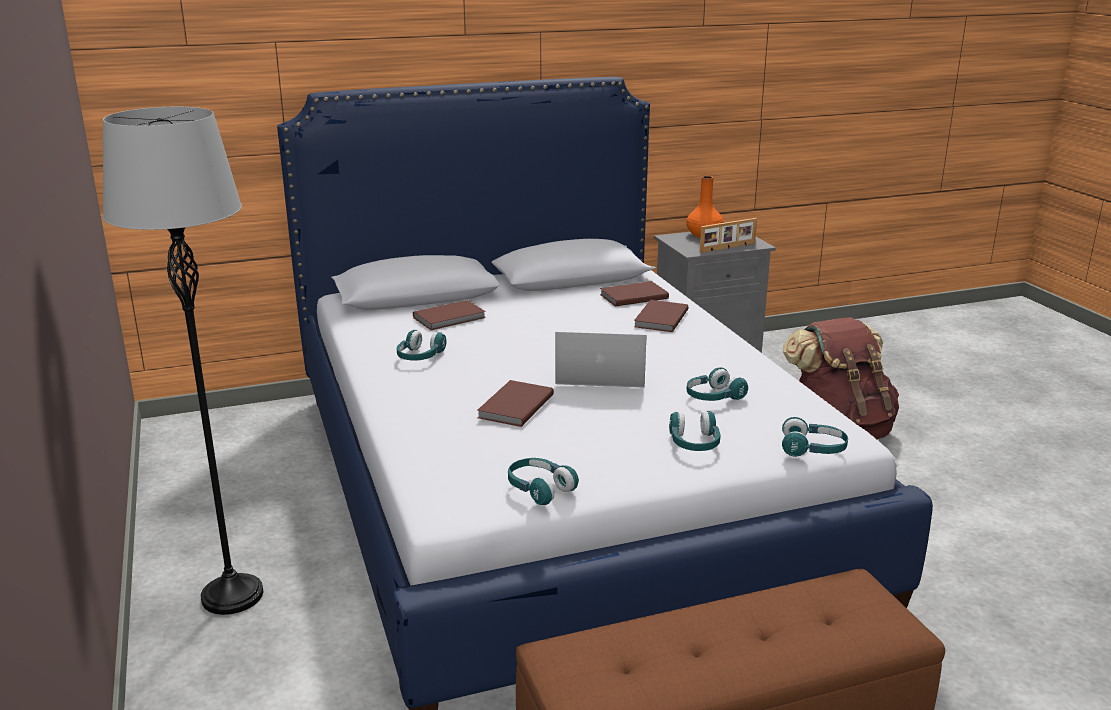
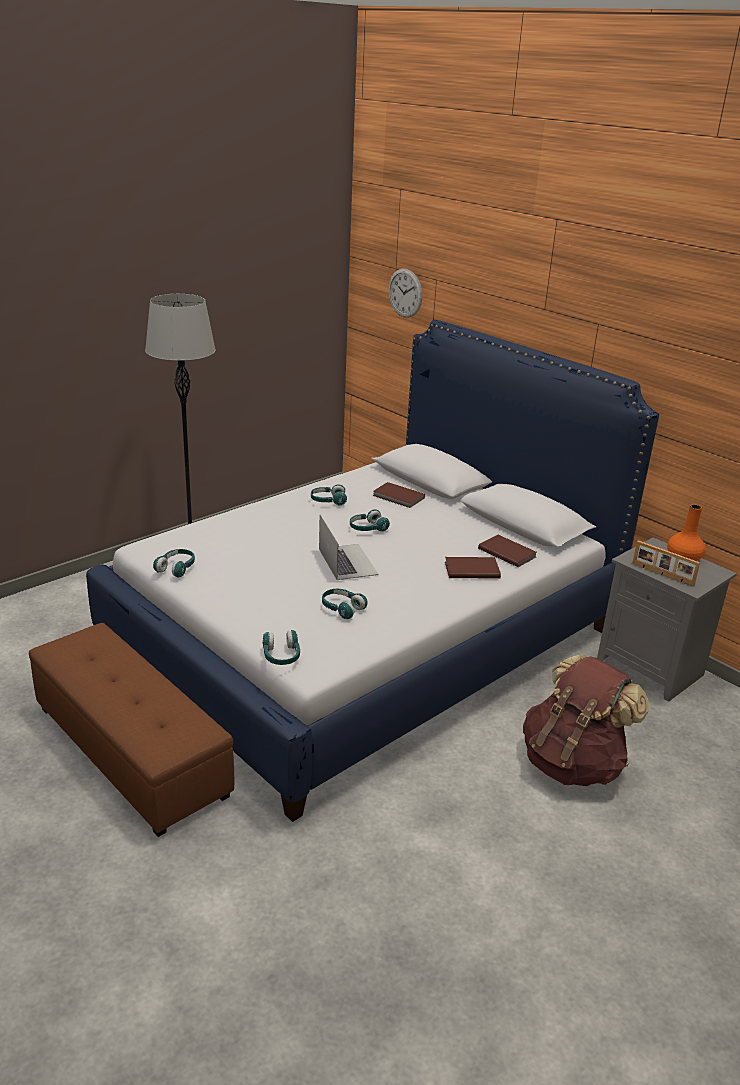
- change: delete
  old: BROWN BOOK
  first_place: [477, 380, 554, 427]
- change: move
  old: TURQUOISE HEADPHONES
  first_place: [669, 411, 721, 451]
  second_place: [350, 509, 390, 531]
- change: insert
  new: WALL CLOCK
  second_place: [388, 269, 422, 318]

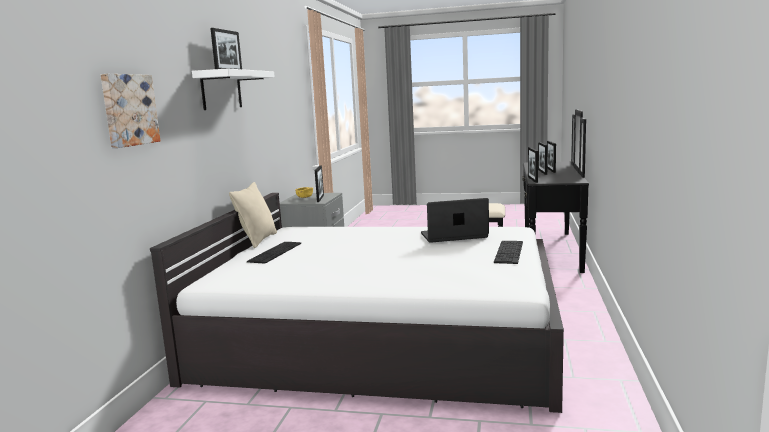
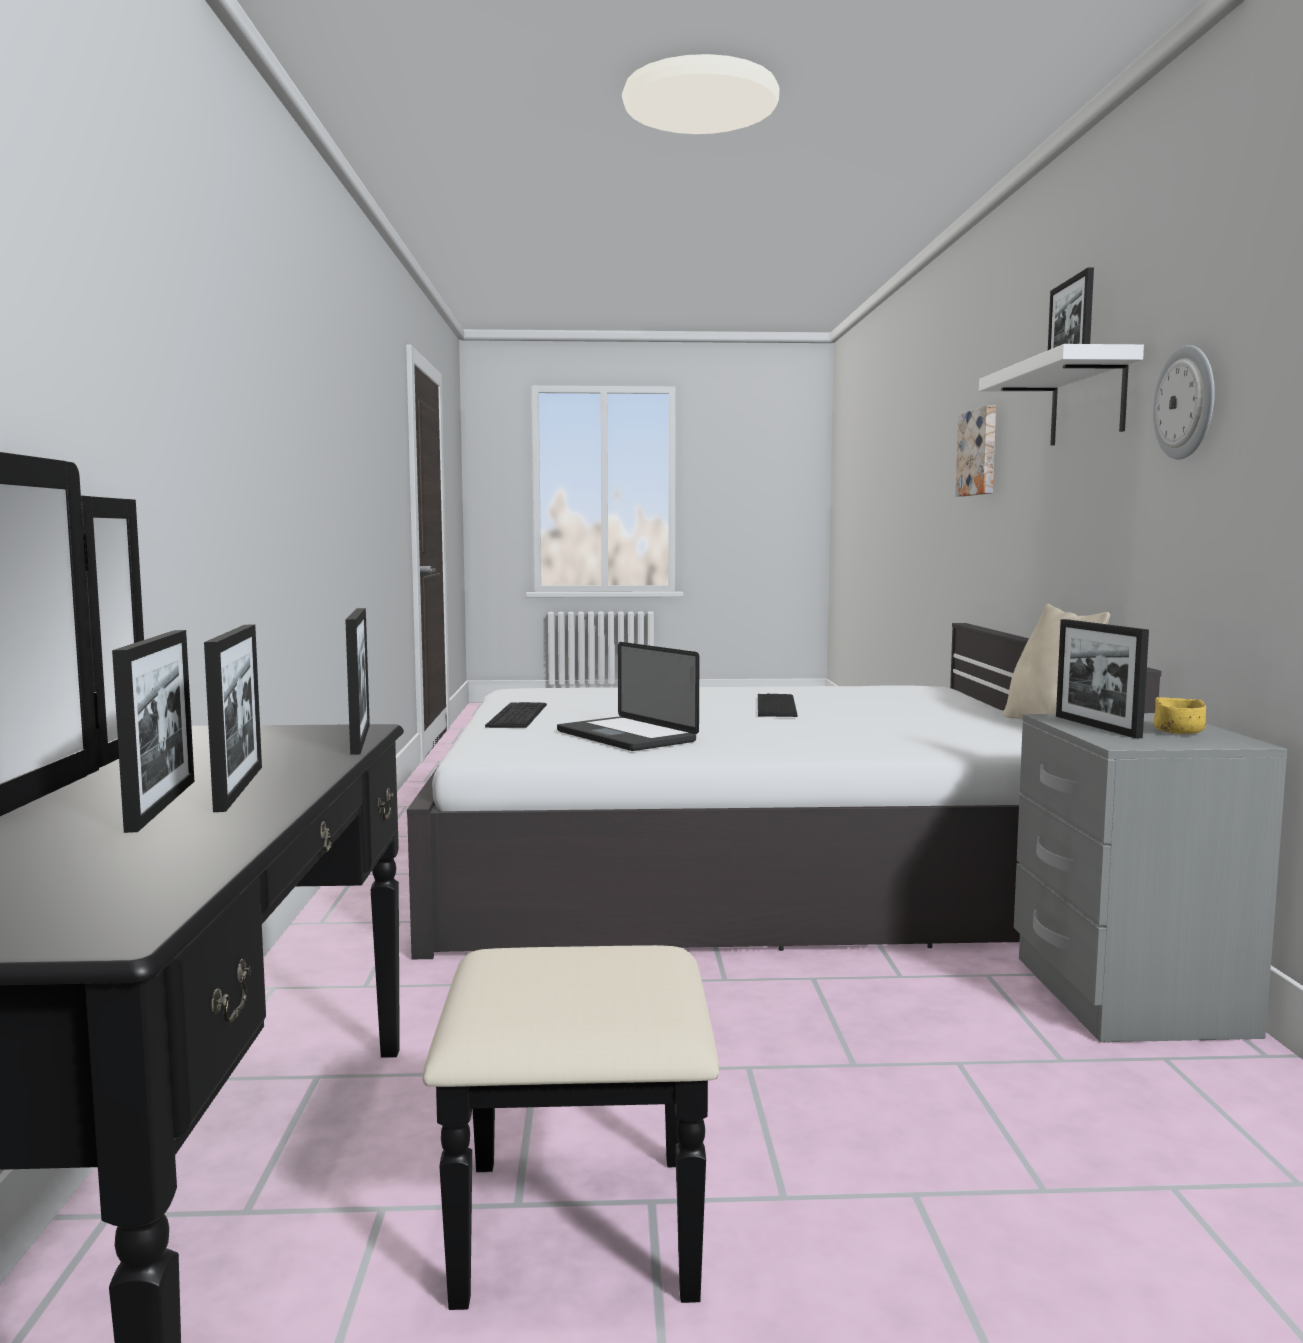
- change: rotate
  old: LAPTOP
  first_place: [421, 198, 489, 243]
  second_place: [557, 642, 700, 751]
  degrees: 75
- change: move
  old: KEYBOARD
  first_place: [247, 242, 301, 264]
  second_place: [758, 694, 798, 717]
- change: insert
  new: WALL CLOCK
  second_place: [1153, 345, 1215, 459]

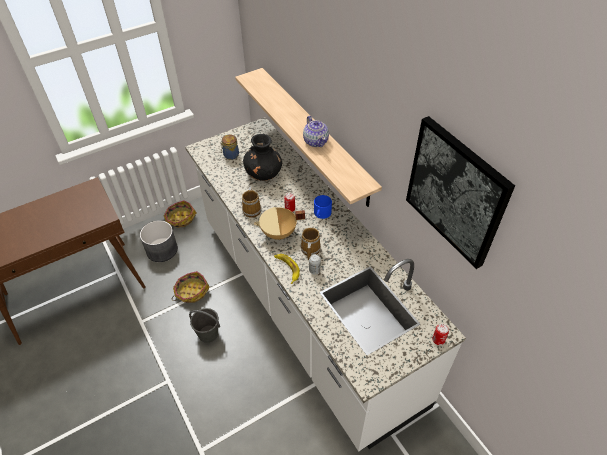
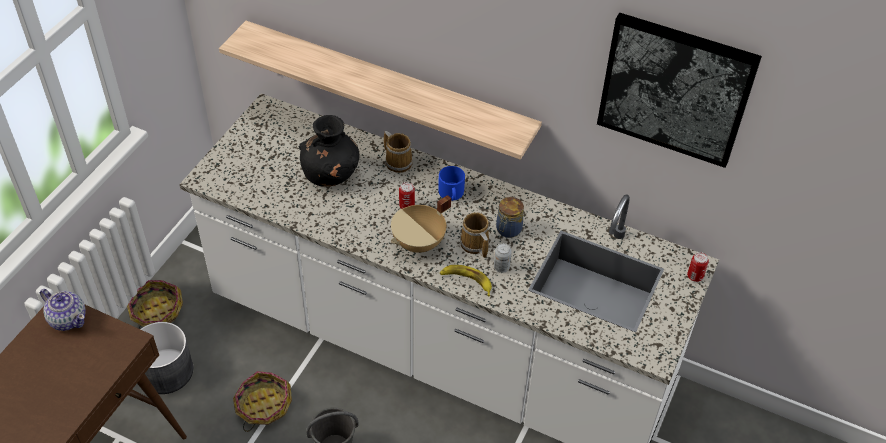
- change: move
  old: TEAPOT
  first_place: [303, 116, 329, 147]
  second_place: [40, 289, 86, 331]
- change: move
  old: JAR
  first_place: [221, 135, 239, 160]
  second_place: [496, 197, 524, 238]
- change: move
  old: MUG
  first_place: [242, 186, 261, 218]
  second_place: [384, 131, 413, 173]

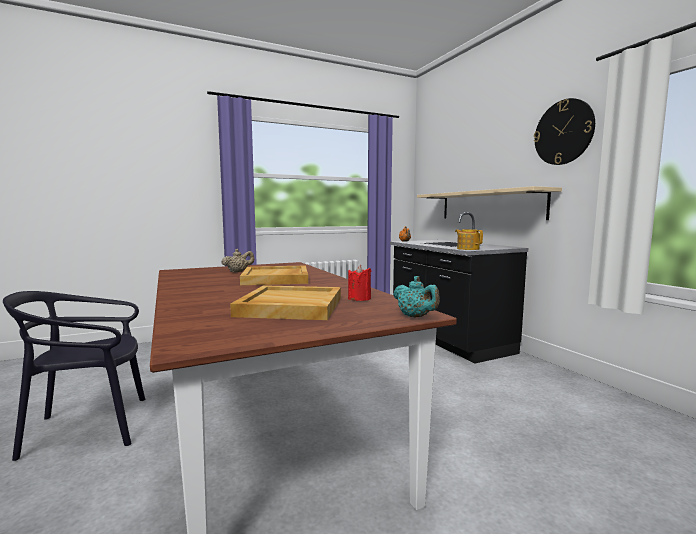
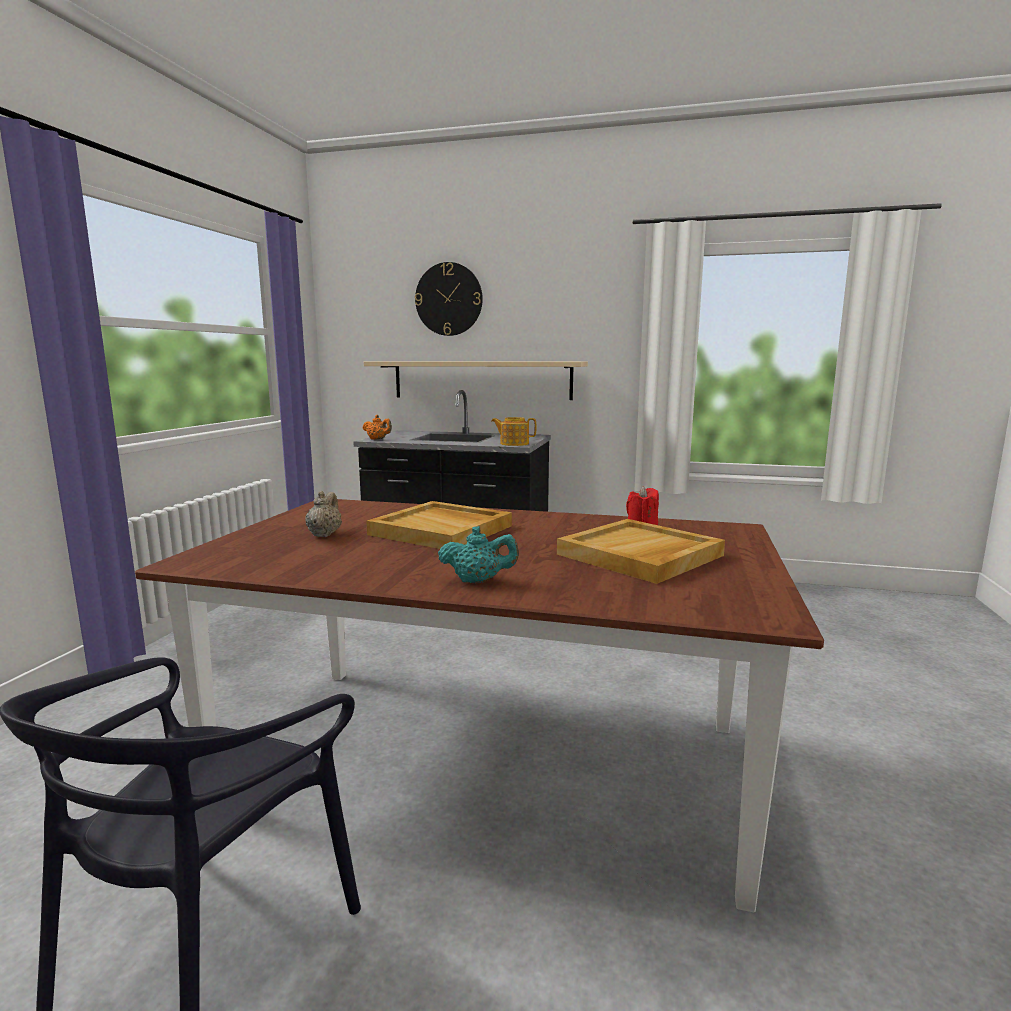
- change: move
  old: WALL CLOCK
  first_place: [534, 98, 595, 165]
  second_place: [415, 262, 483, 336]
- change: move
  old: TURQUOISE TEAPOT
  first_place: [393, 276, 440, 318]
  second_place: [438, 526, 519, 583]

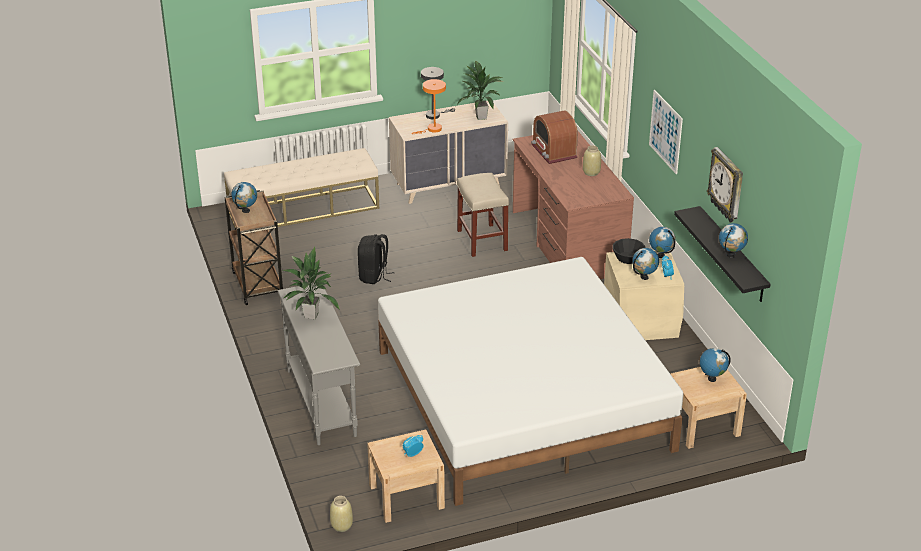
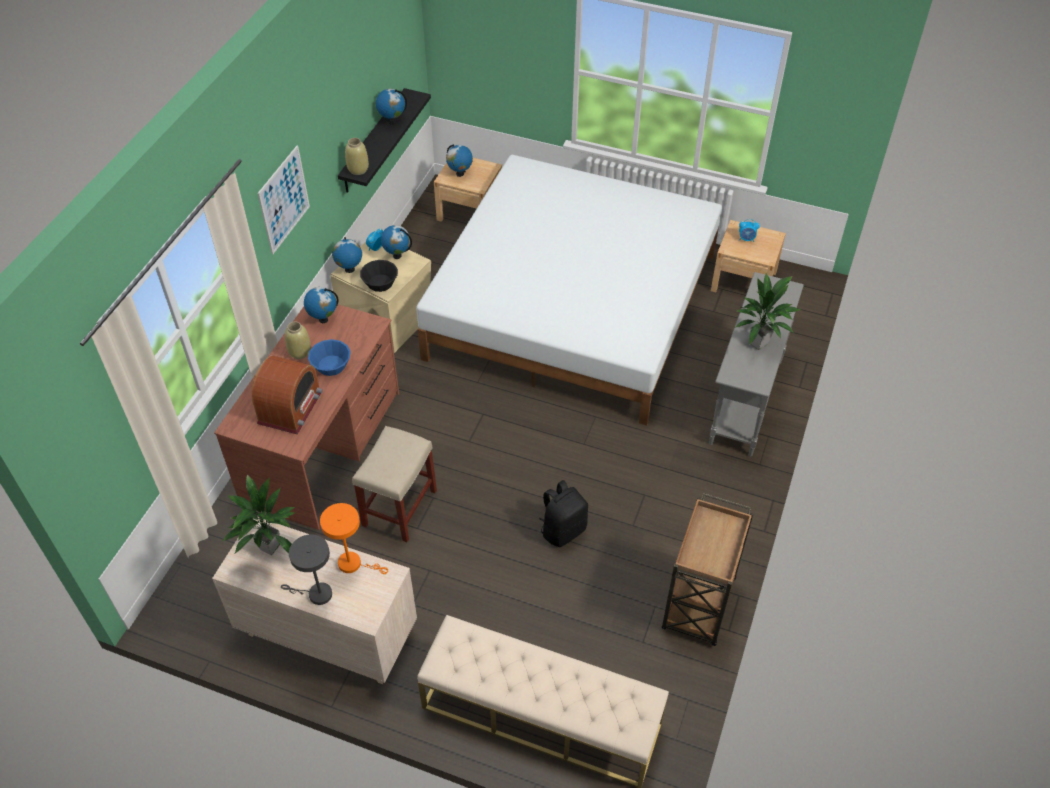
- change: delete
  old: WALL CLOCK
  first_place: [707, 147, 743, 222]
- change: move
  old: GLOBE
  first_place: [231, 182, 257, 213]
  second_place: [304, 287, 338, 323]
- change: move
  old: BEIGE VASE
  first_place: [330, 496, 353, 532]
  second_place: [345, 138, 369, 175]
- change: insert
  new: BLUE BOWL
  second_place: [308, 339, 351, 376]

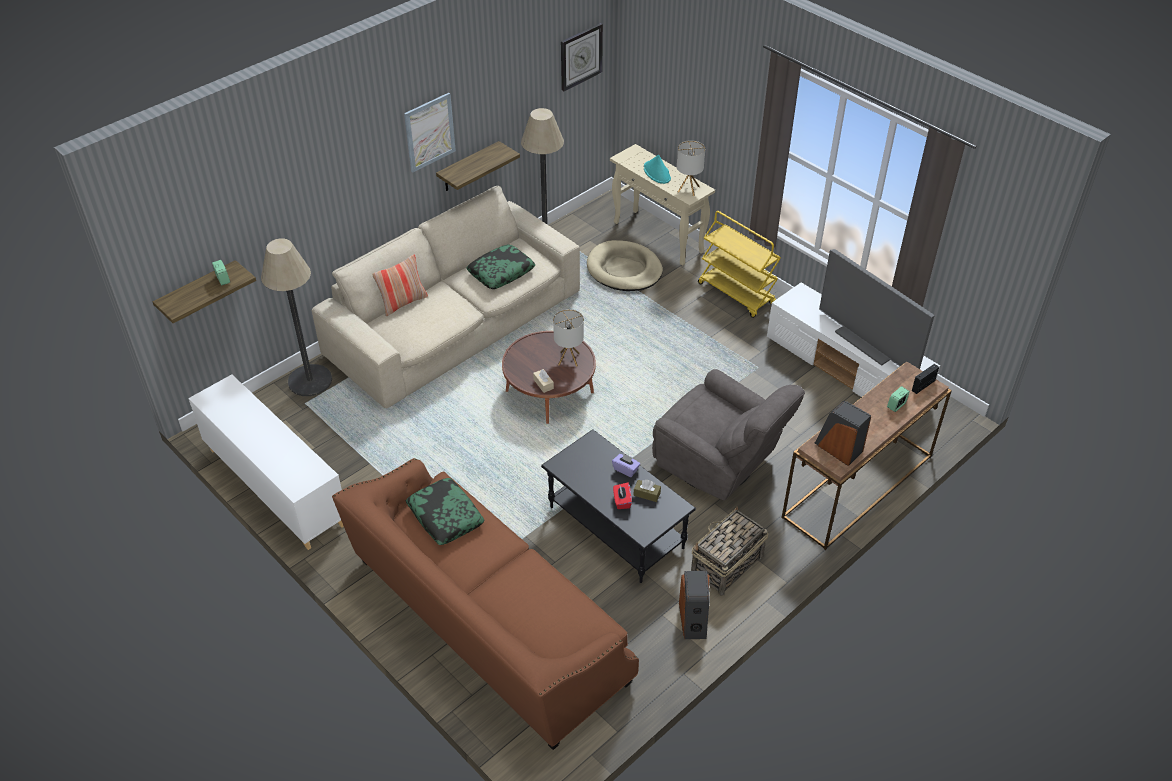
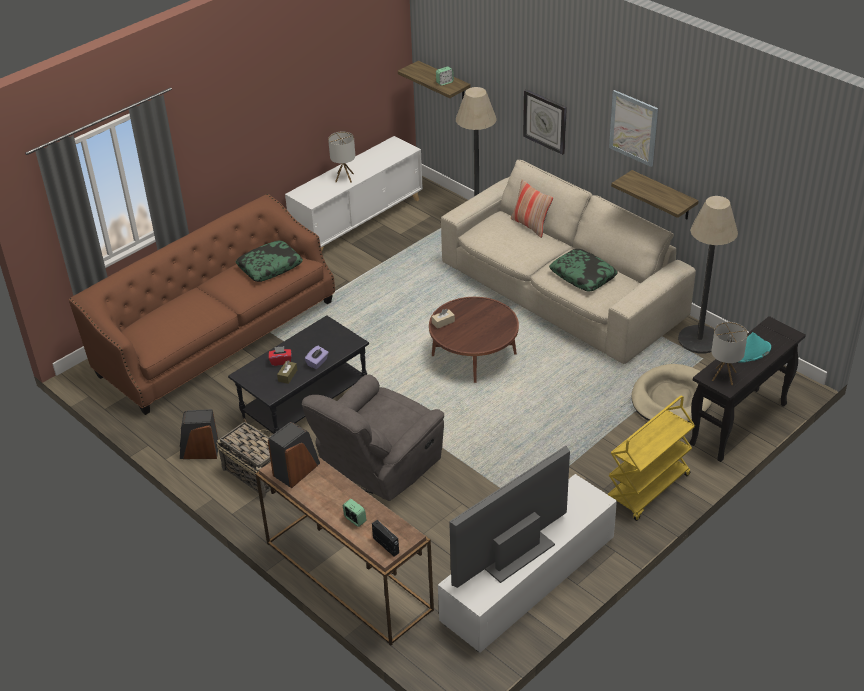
- change: move
  old: WALL CLOCK
  first_place: [561, 23, 603, 91]
  second_place: [523, 89, 567, 155]
- change: recolor
  old: BEIGE CONSOLE TABLE
  new: BLACK CONSOLE TABLE
  first_place: [610, 144, 715, 266]
  second_place: [689, 316, 806, 462]
- change: move
  old: TABLE LAMP
  first_place: [553, 309, 584, 367]
  second_place: [328, 132, 355, 183]

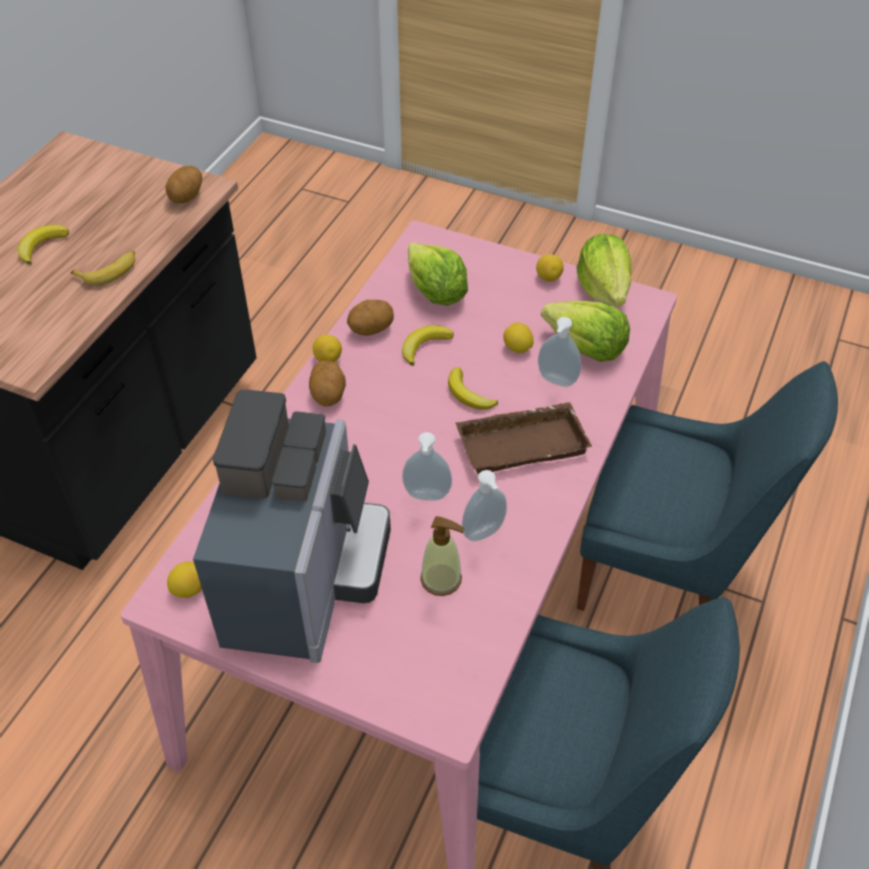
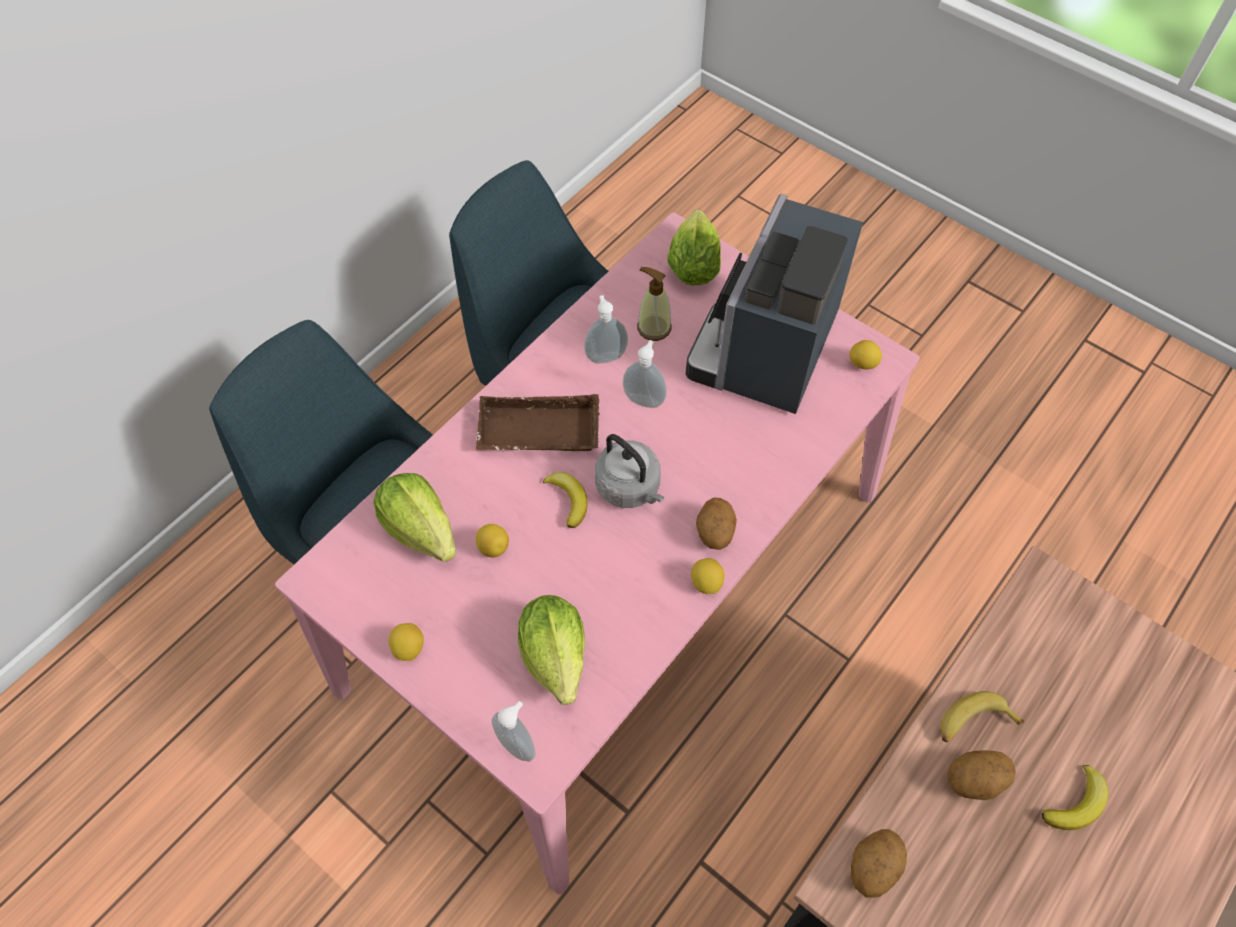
- change: move
  old: LETTUCE
  first_place: [577, 234, 631, 306]
  second_place: [667, 210, 721, 285]
- change: move
  old: POTATO
  first_place: [347, 300, 394, 336]
  second_place: [947, 751, 1016, 800]
- change: move
  old: SOAP DISPENSER
  first_place: [538, 317, 581, 387]
  second_place: [492, 701, 536, 762]
- change: delete
  old: BANANA
  first_place: [402, 325, 453, 366]
- change: insert
  new: GREY KETTLE
  second_place: [595, 434, 664, 508]

